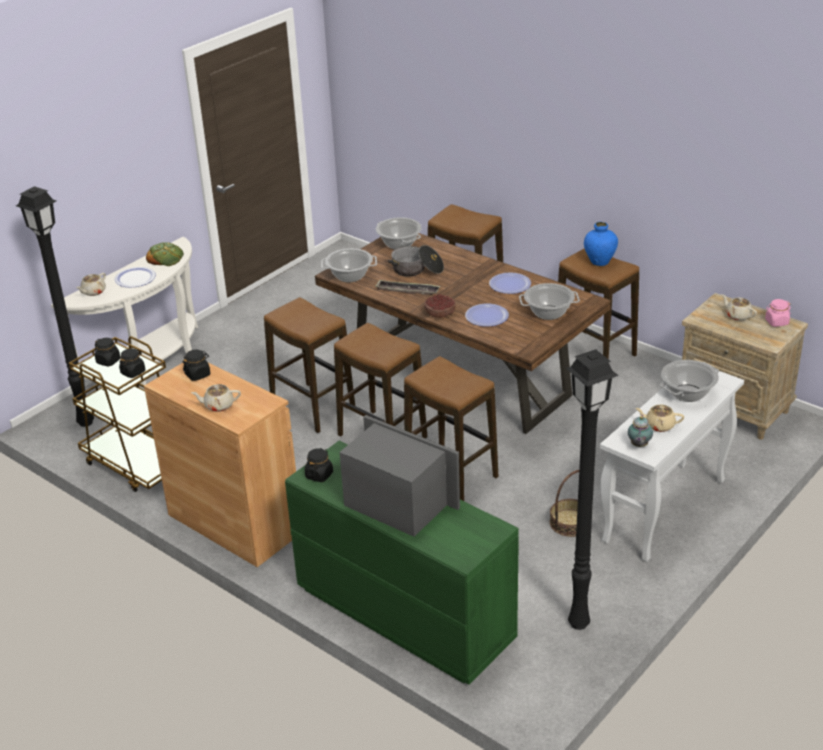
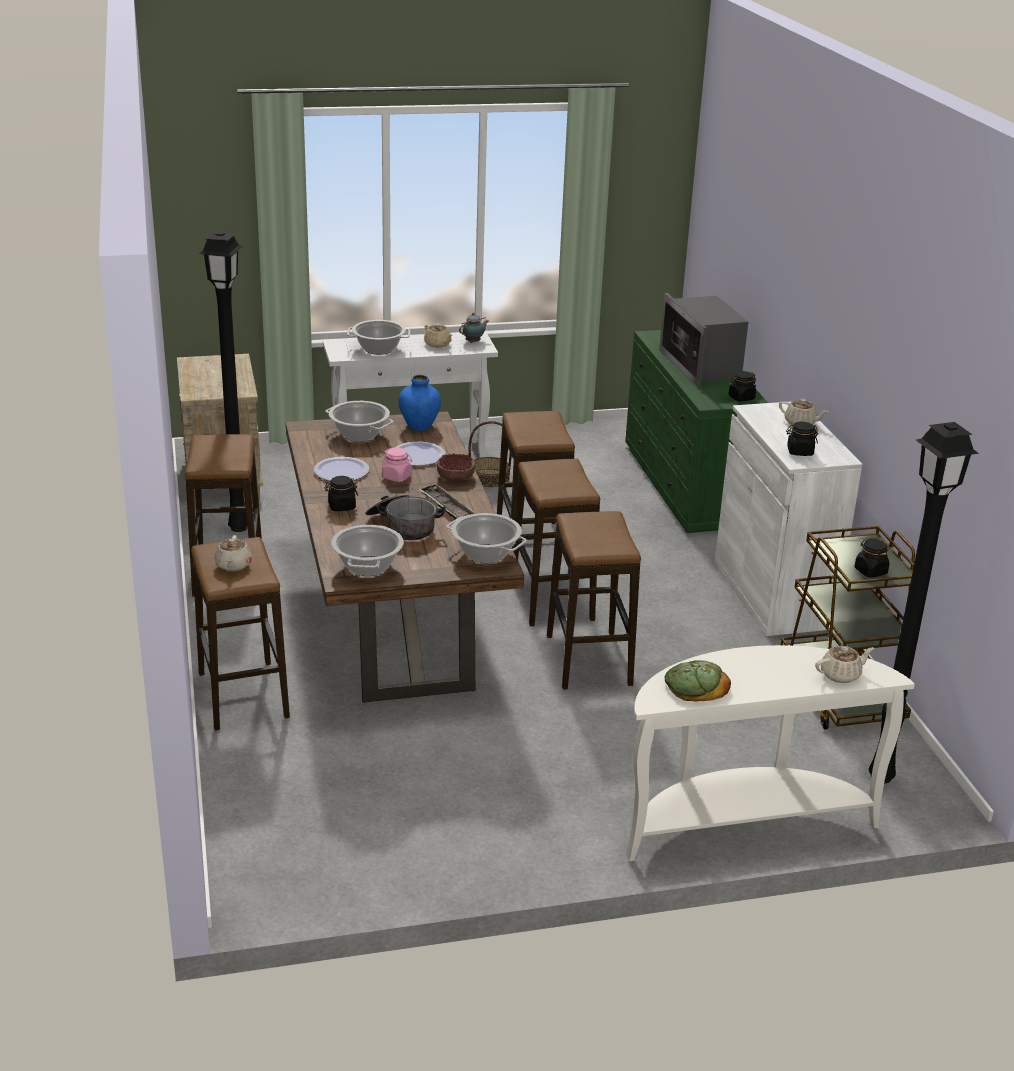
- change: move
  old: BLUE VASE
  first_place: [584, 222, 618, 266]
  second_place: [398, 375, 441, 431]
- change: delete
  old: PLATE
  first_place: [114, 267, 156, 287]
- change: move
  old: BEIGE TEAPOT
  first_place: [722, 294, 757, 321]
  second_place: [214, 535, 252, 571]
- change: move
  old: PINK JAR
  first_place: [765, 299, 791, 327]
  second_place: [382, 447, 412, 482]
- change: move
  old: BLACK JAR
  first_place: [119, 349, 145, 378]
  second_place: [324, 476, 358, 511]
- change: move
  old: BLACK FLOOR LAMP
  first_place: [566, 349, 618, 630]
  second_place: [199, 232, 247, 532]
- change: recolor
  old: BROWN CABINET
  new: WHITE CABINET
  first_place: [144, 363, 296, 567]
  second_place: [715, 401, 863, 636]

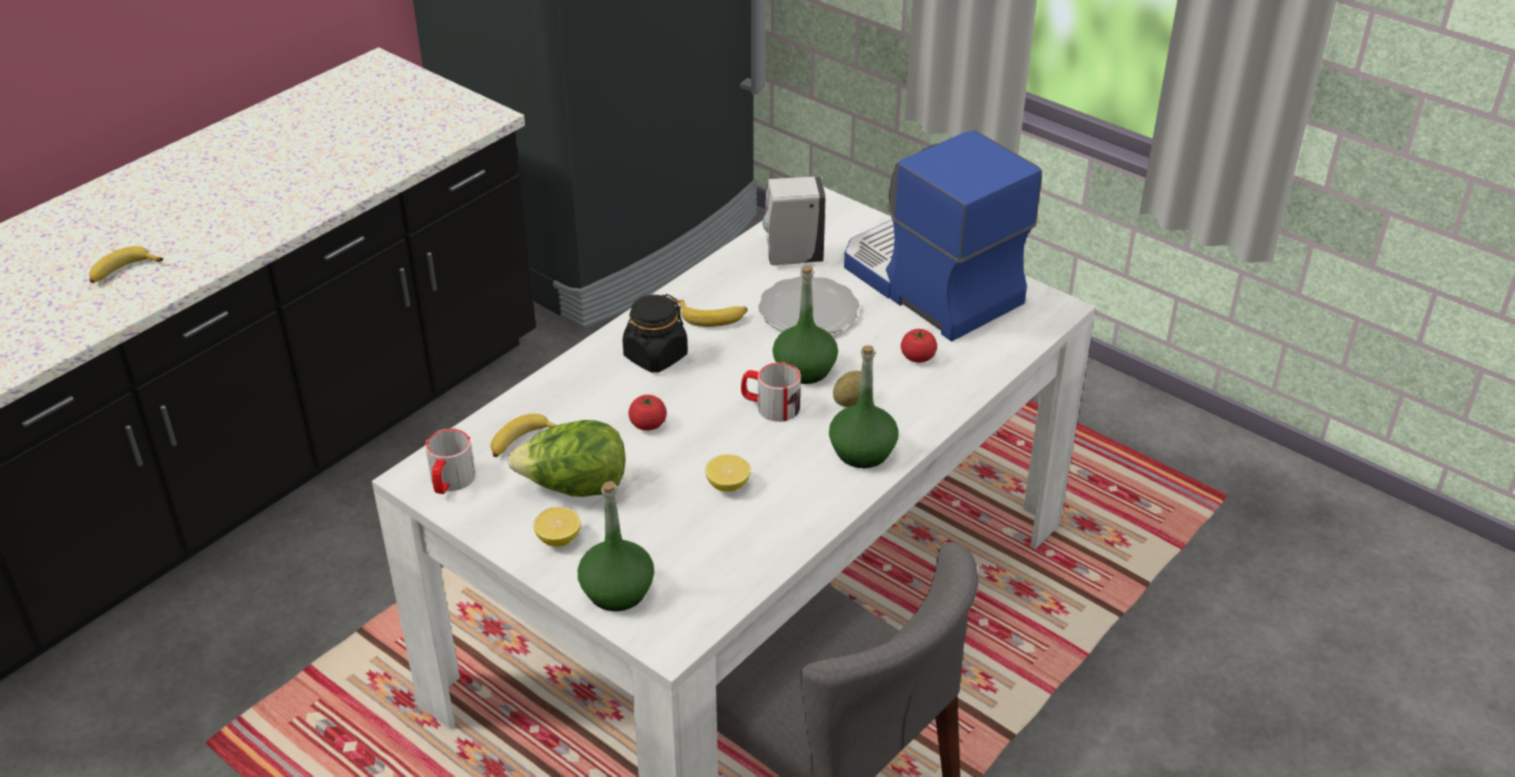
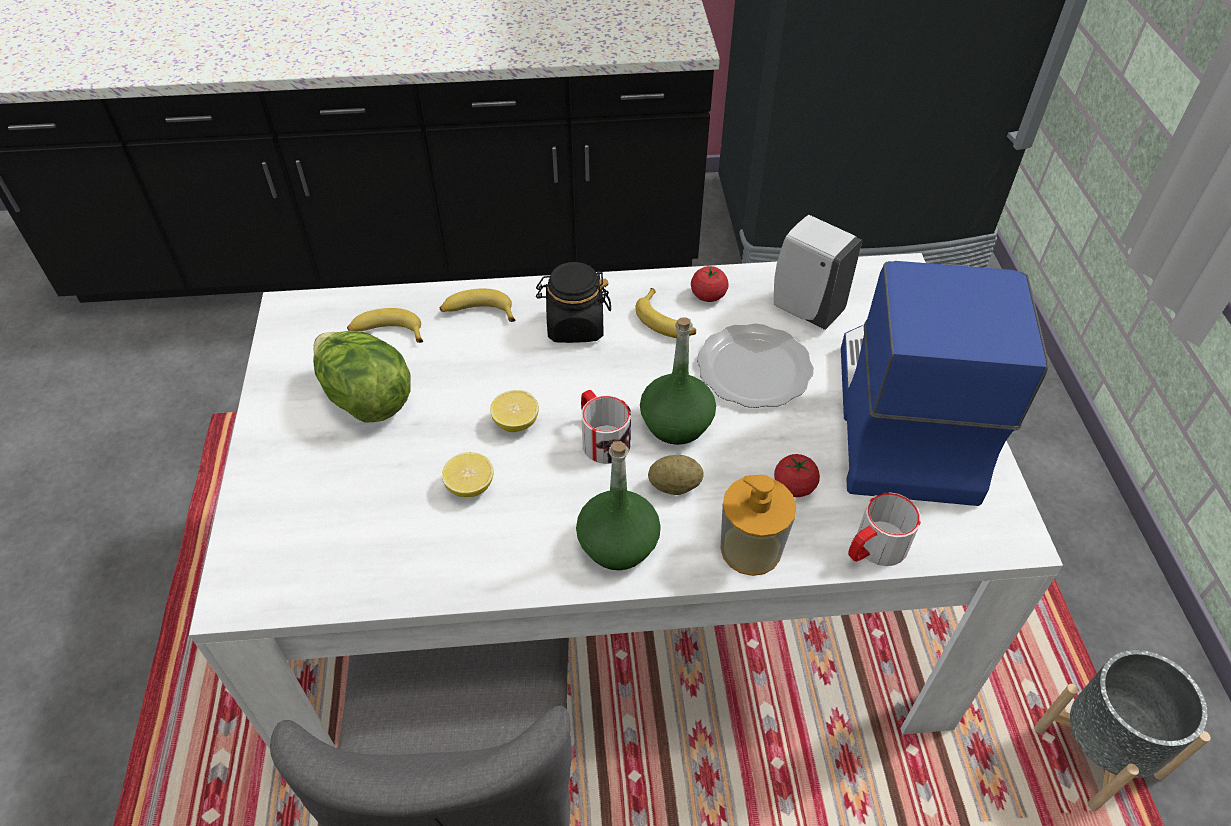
- change: move
  old: BANANA
  first_place: [89, 246, 163, 283]
  second_place: [440, 288, 516, 322]
- change: move
  old: TOMATO
  first_place: [628, 395, 667, 431]
  second_place: [691, 266, 729, 302]
- change: move
  old: MUG
  first_place: [425, 428, 476, 494]
  second_place: [848, 492, 921, 566]
- change: delete
  old: GREEN BOTTLE
  first_place: [578, 481, 654, 611]
- change: move
  old: LEMON
  first_place: [533, 507, 581, 547]
  second_place: [490, 390, 539, 432]
- change: insert
  new: SOAP DISPENSER
  second_place: [720, 475, 796, 576]
- change: insert
  new: GREY PLANTER
  second_place: [1034, 650, 1211, 811]

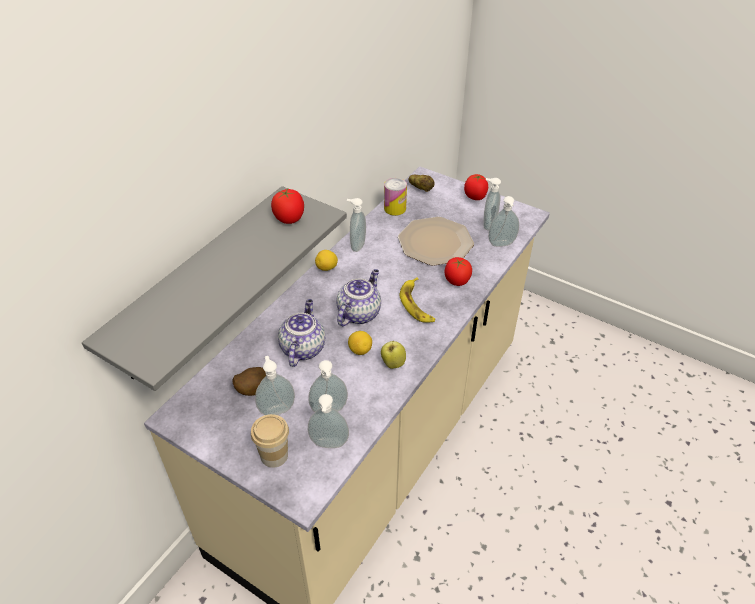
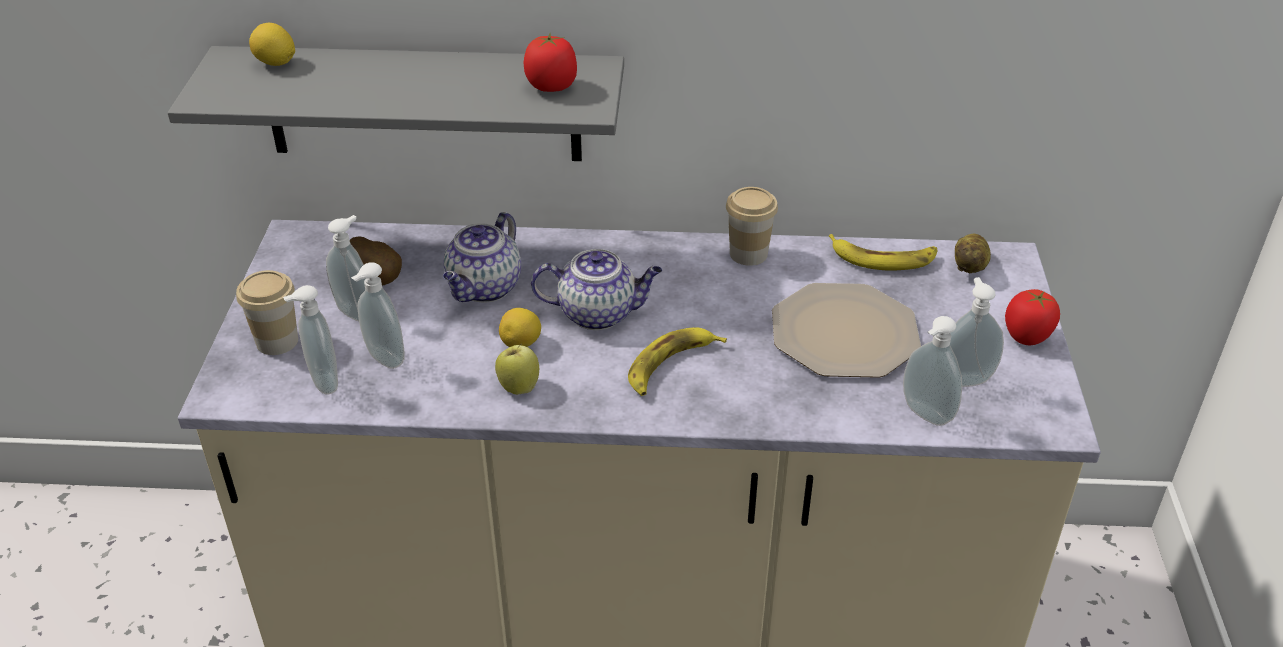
- change: replace
  old: CAN
  new: BANANA
  first_place: [384, 178, 407, 216]
  second_place: [829, 234, 937, 271]
- change: replace
  old: SOAP DISPENSER
  new: CUP
  first_place: [347, 198, 366, 252]
  second_place: [726, 187, 778, 266]
- change: move
  old: LEMON
  first_place: [315, 250, 338, 271]
  second_place: [249, 23, 295, 66]
- change: delete
  old: TOMATO
  first_place: [445, 257, 472, 286]
- change: rotate
  old: TEAPOT
  first_place: [278, 299, 325, 367]
  second_place: [443, 212, 521, 303]
  degrees: 135

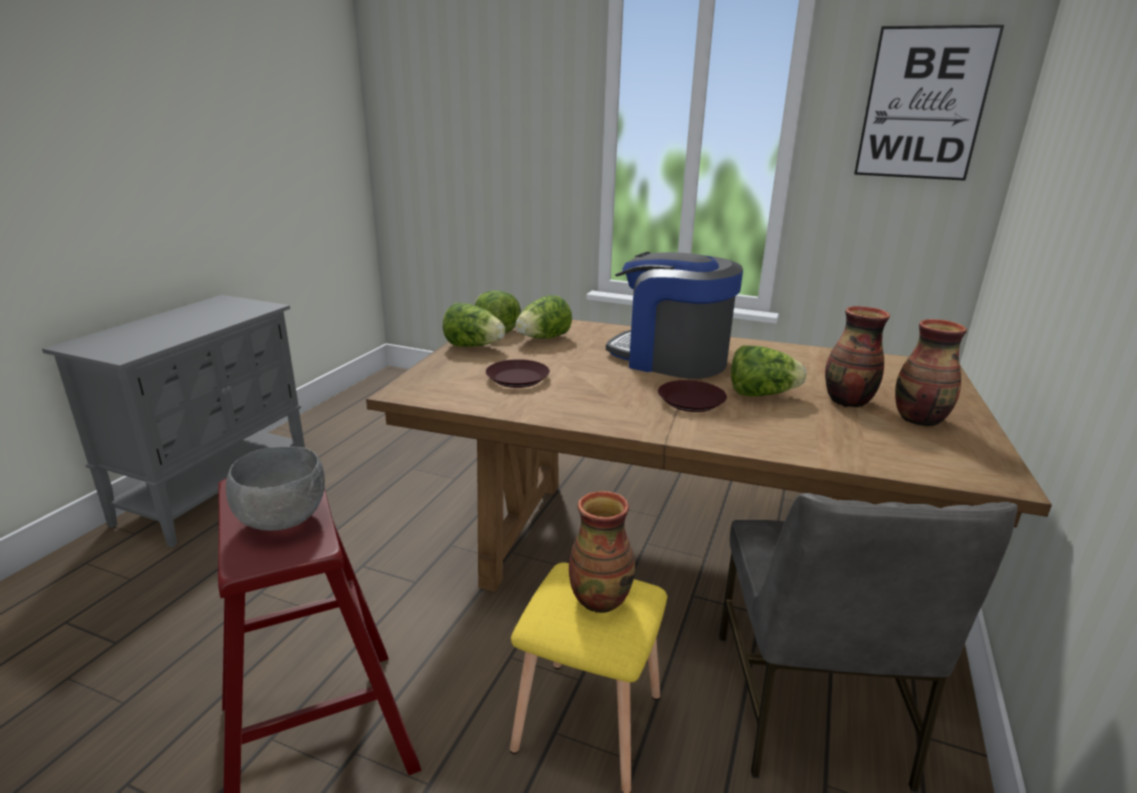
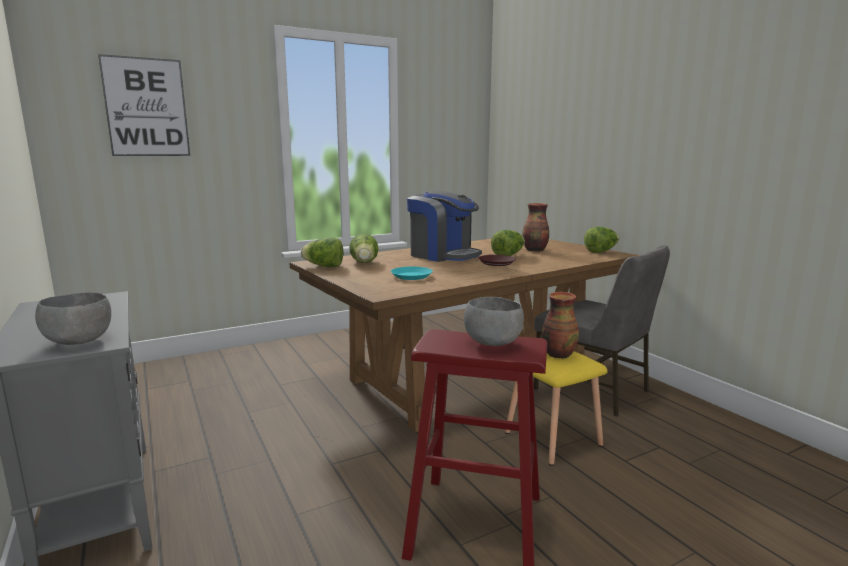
- change: move
  old: PICTURE
  first_place: [854, 25, 1004, 181]
  second_place: [98, 54, 190, 156]
- change: rotate
  old: COFFEE MACHINE
  first_place: [606, 252, 743, 379]
  second_place: [407, 191, 482, 262]
  degrees: -120
- change: move
  old: LETTUCE
  first_place: [443, 303, 505, 347]
  second_place: [584, 227, 619, 253]
- change: delete
  old: VASE
  first_place: [895, 319, 967, 426]
- change: recolor
  old: BROWN PLATE
  new: TURQUOISE PLATE
  first_place: [486, 359, 550, 388]
  second_place: [391, 267, 433, 280]
- change: insert
  new: GREY BOWL
  second_place: [35, 292, 111, 345]

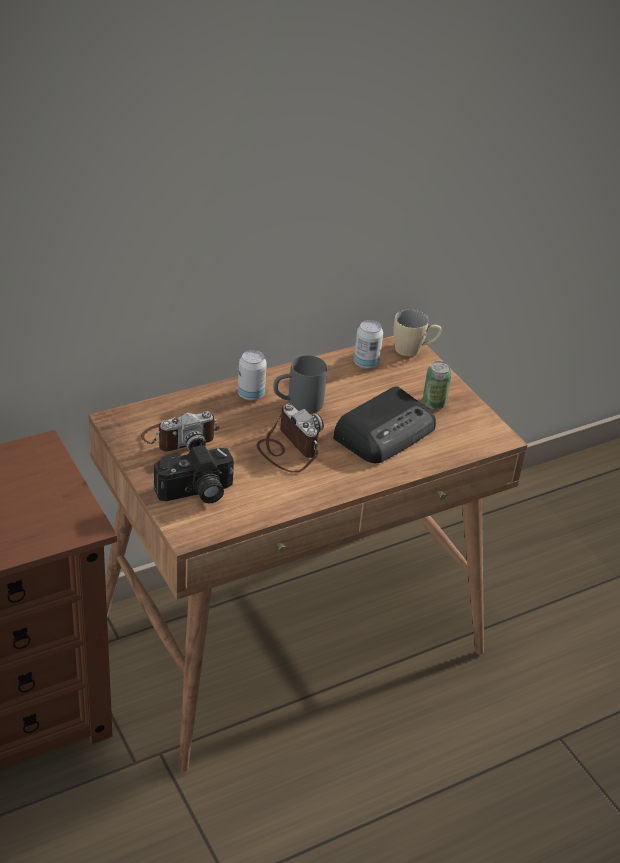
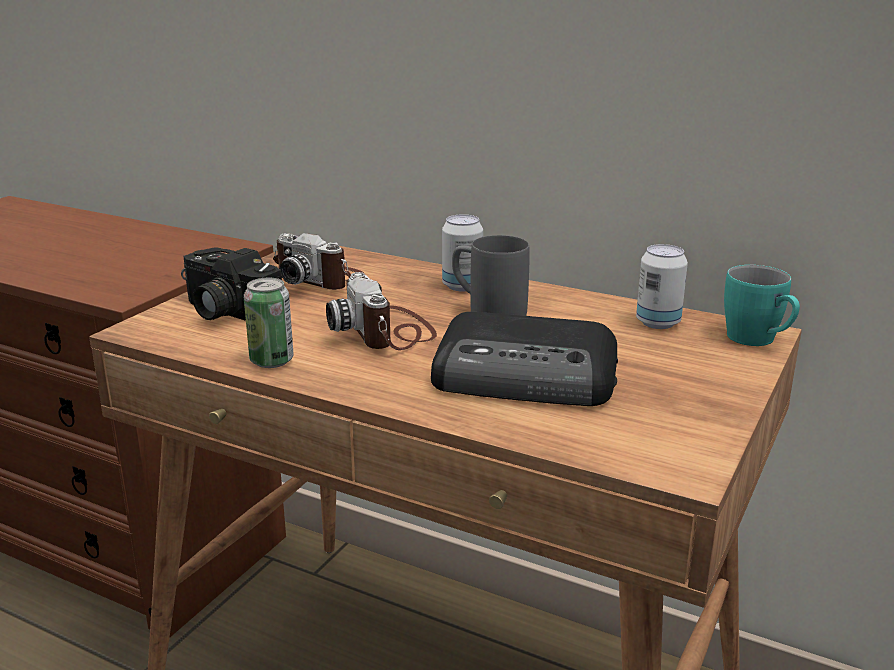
- change: recolor
  old: BEIGE MUG
  new: TURQUOISE MUG
  first_place: [393, 309, 442, 356]
  second_place: [724, 265, 800, 346]
- change: move
  old: CAN
  first_place: [422, 361, 452, 409]
  second_place: [244, 278, 294, 368]
- change: rotate
  old: PHOTO CAMERA
  first_place: [257, 404, 324, 473]
  second_place: [326, 272, 437, 350]
  degrees: 135

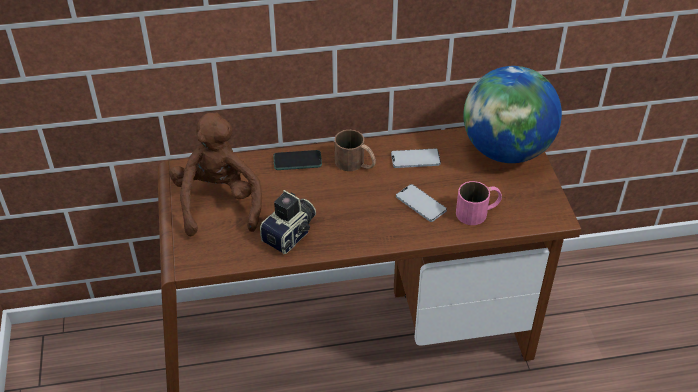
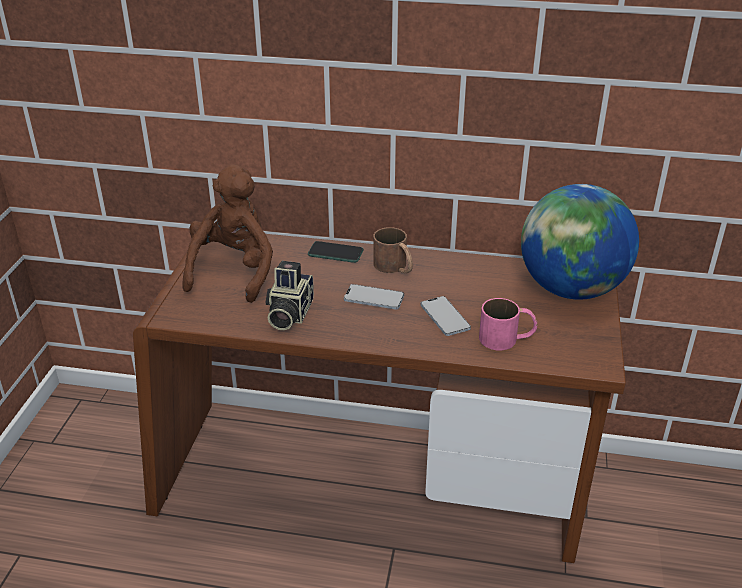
- change: move
  old: PHONE
  first_place: [391, 148, 441, 168]
  second_place: [344, 284, 404, 310]
- change: rotate
  old: PHOTO CAMERA
  first_place: [260, 190, 316, 254]
  second_place: [265, 261, 314, 330]
  degrees: 135

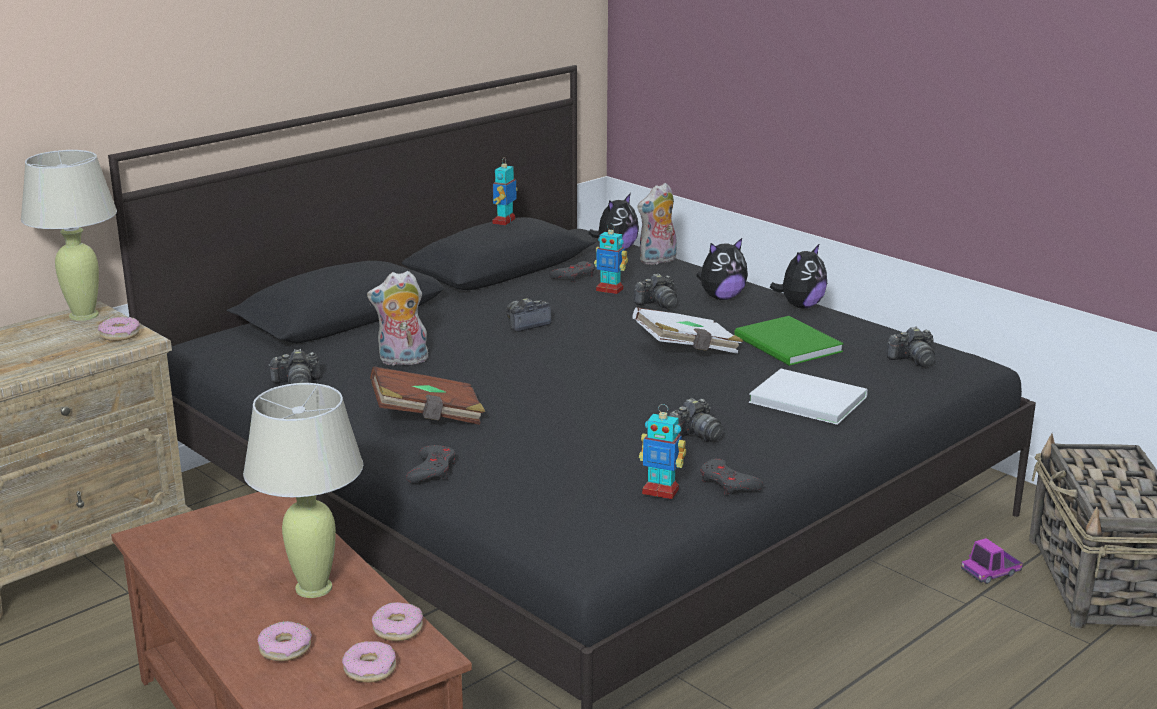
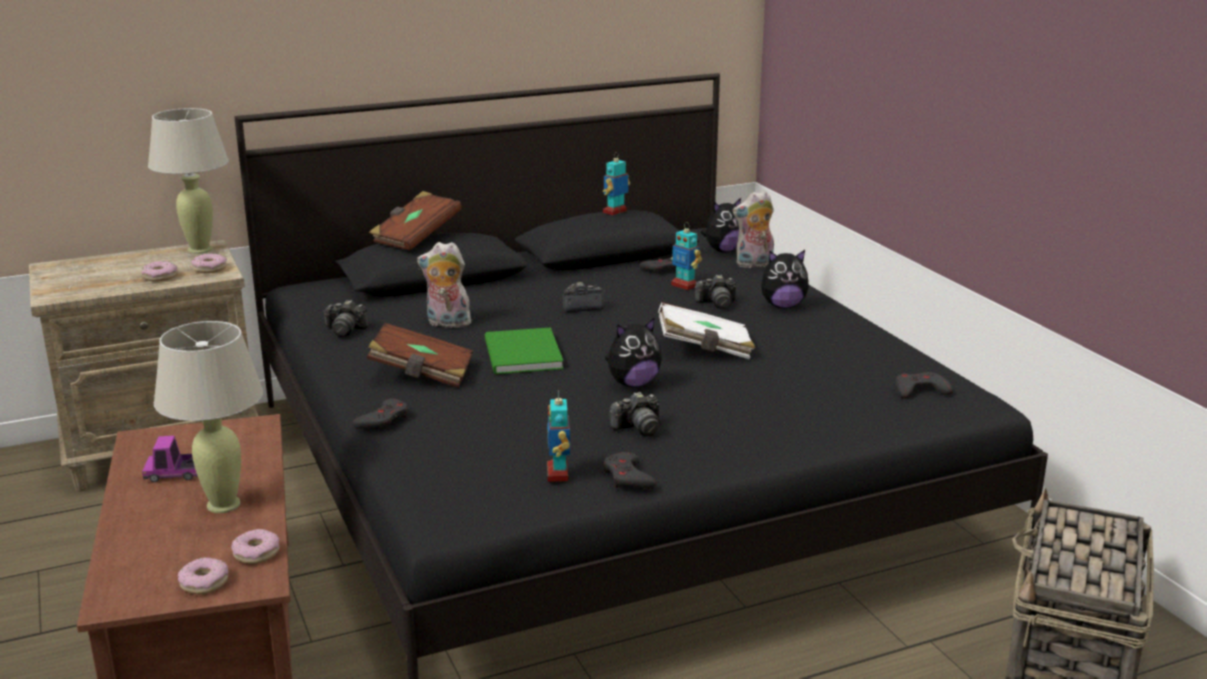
- change: move
  old: PLUSH TOY
  first_place: [770, 243, 827, 308]
  second_place: [605, 317, 662, 387]
- change: move
  old: GREEN BOOK
  first_place: [734, 316, 844, 366]
  second_place: [485, 327, 564, 374]
- change: replace
  old: PHOTO CAMERA
  new: GREY GAME CONTROLLER
  first_place: [886, 327, 935, 367]
  second_place: [896, 372, 952, 399]
- change: delete
  old: WHITE BOOK
  first_place: [749, 369, 868, 425]
- change: rotate
  old: TOY ROBOT
  first_place: [639, 404, 686, 499]
  second_place: [547, 390, 570, 482]
  degrees: 45
- change: move
  old: TOY TRUCK
  first_place: [961, 538, 1023, 584]
  second_place: [142, 436, 197, 482]
- change: move
  old: DONUT
  first_place: [257, 621, 312, 661]
  second_place: [141, 261, 178, 282]
- change: insert
  new: BROWN BOOK
  second_place: [369, 191, 462, 251]

